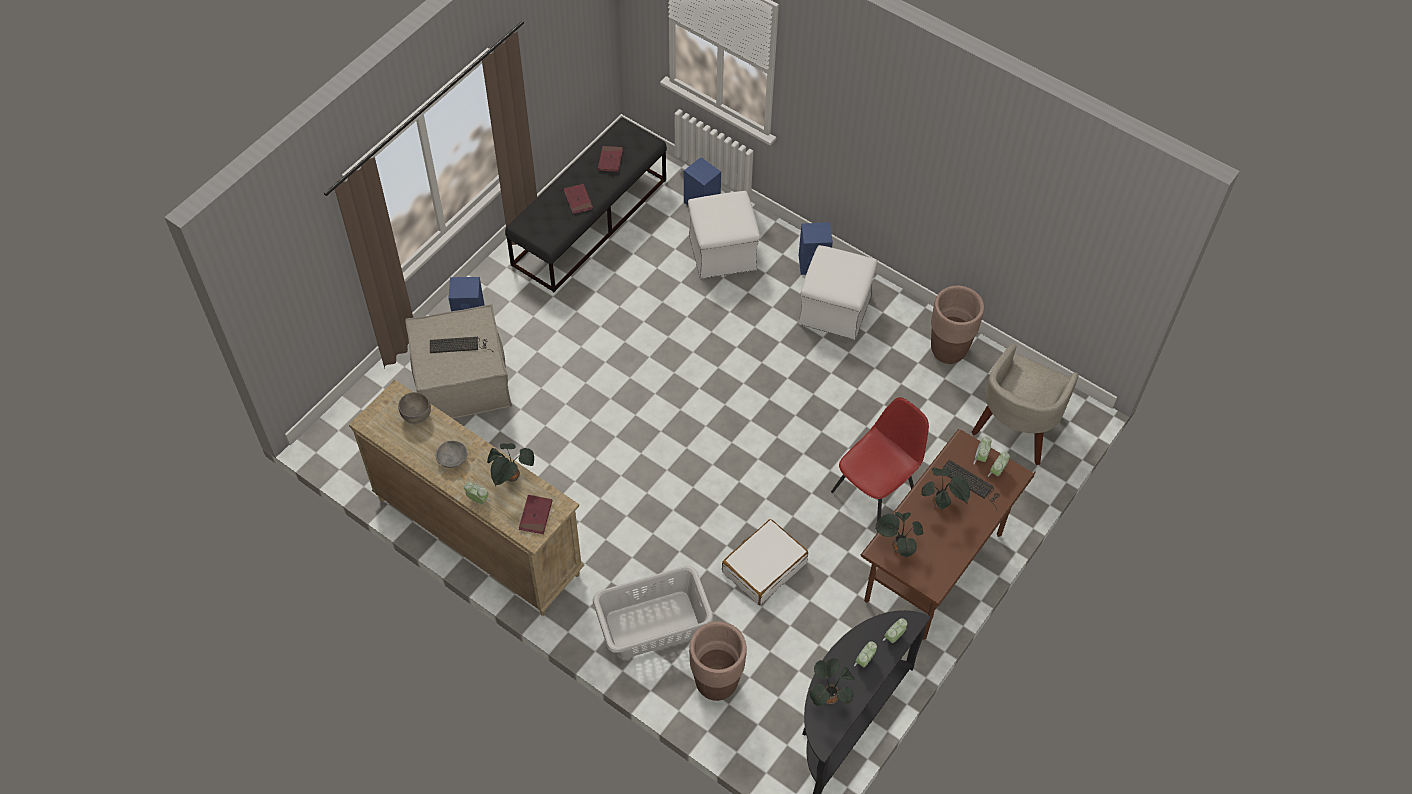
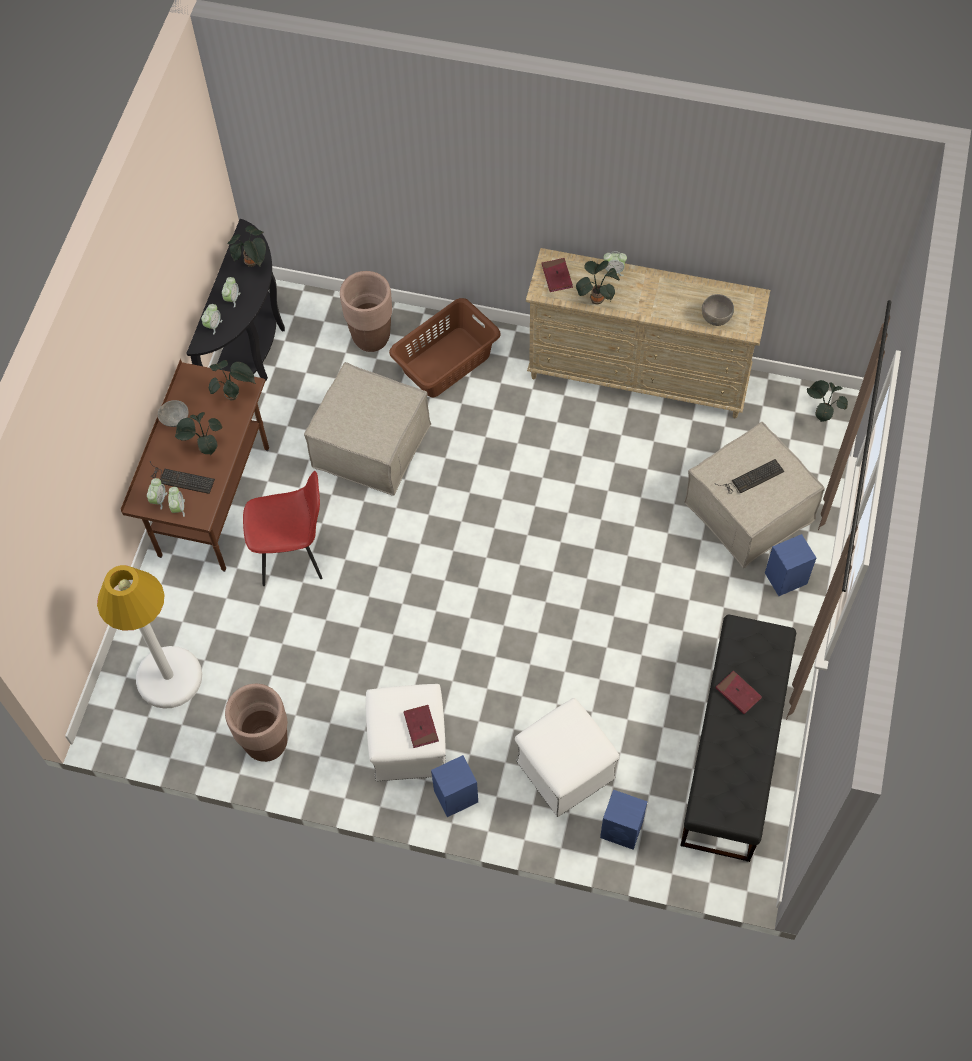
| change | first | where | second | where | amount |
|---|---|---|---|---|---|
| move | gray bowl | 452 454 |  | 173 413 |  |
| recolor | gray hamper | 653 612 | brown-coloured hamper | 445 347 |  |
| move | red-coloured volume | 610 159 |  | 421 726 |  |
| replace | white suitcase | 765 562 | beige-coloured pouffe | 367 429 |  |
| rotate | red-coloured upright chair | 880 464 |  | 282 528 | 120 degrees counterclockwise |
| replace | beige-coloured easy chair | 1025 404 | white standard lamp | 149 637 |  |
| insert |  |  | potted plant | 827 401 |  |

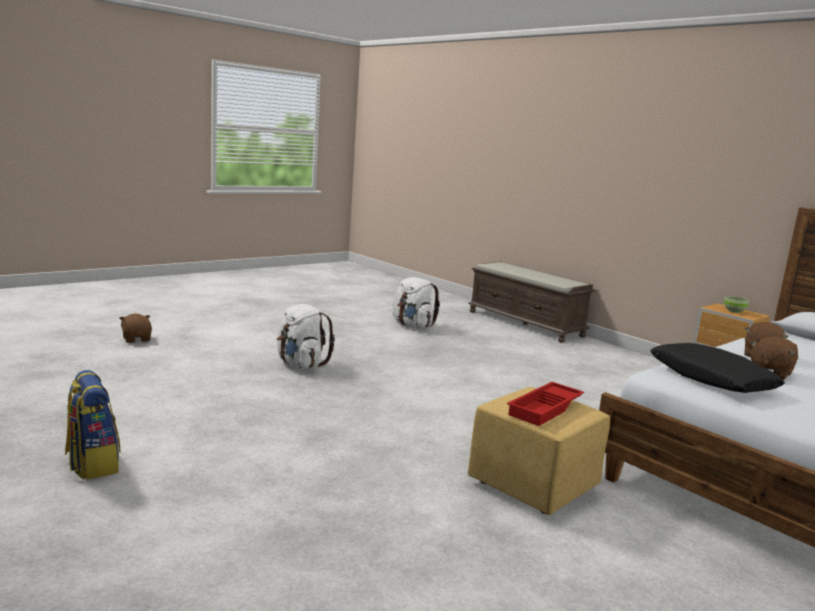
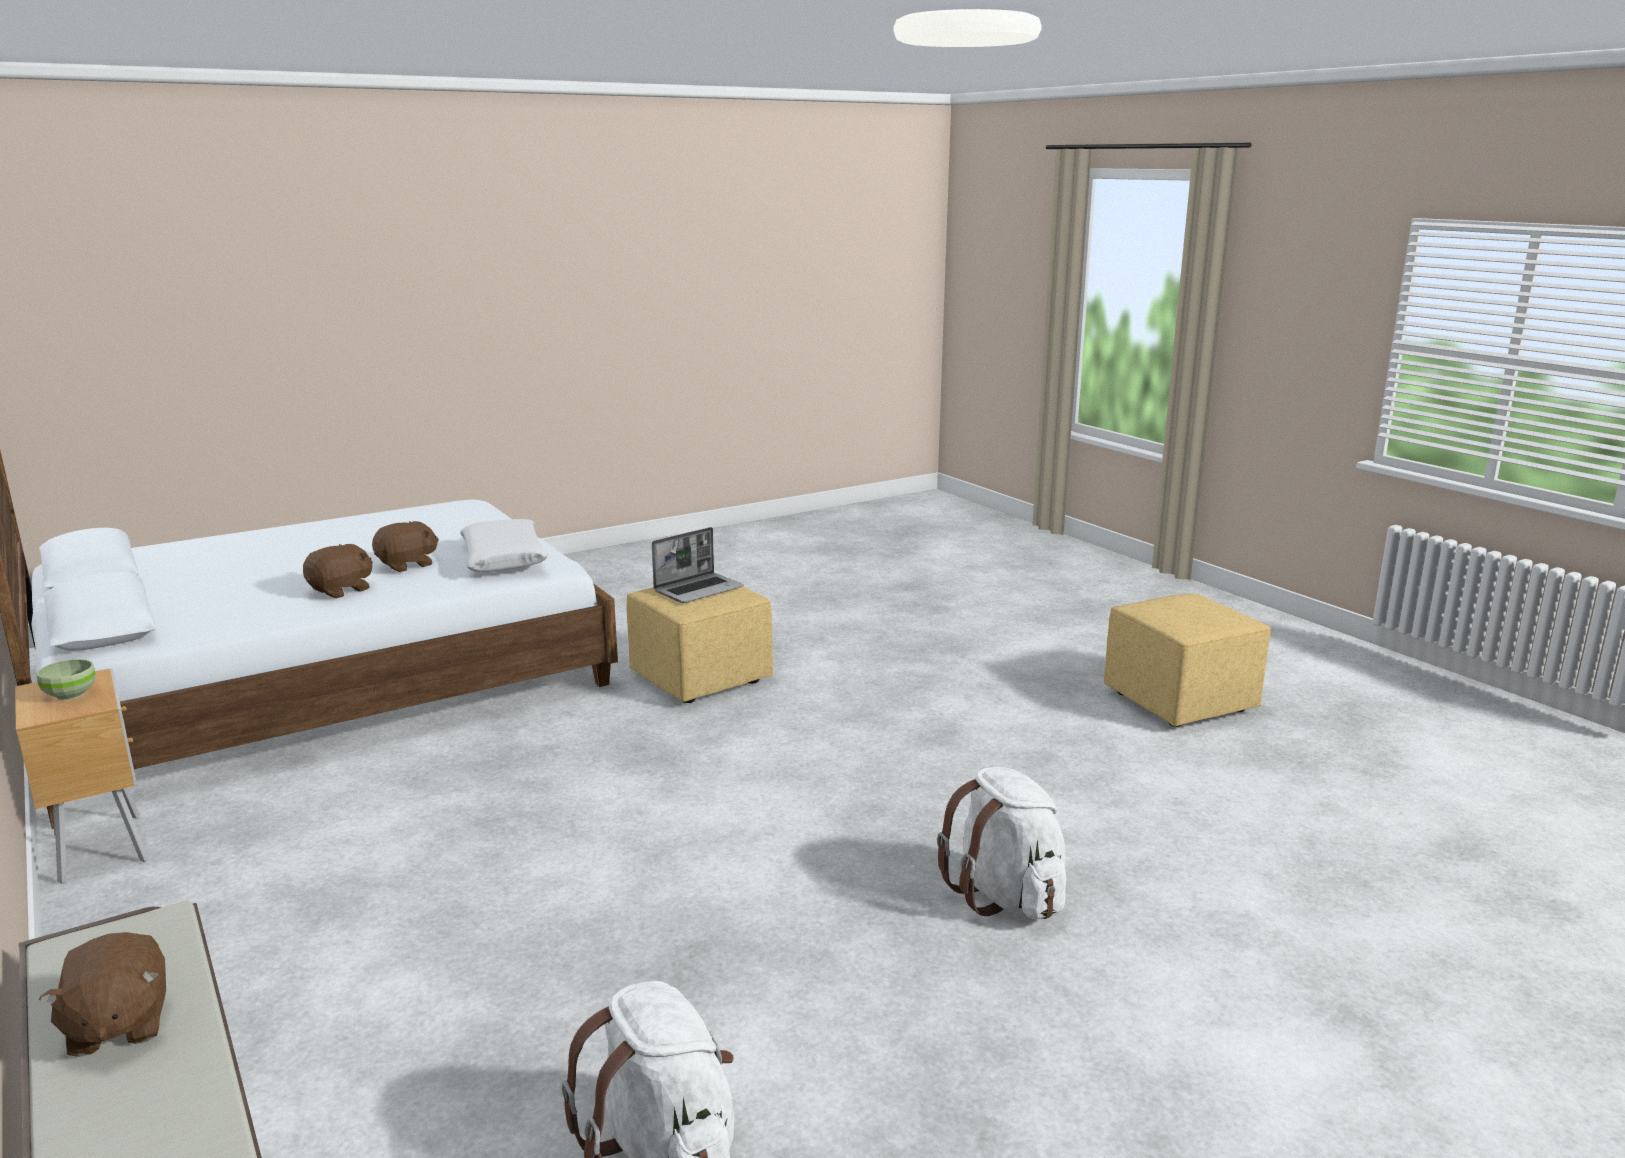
| change | first | where | second | where | amount |
|---|---|---|---|---|---|
| replace | knapsack | 93 425 | yellow-coloured pouffe | 1187 660 |  |
| move | brown-coloured soft toy | 135 328 |  | 102 994 |  |
| replace | red-coloured serving tray | 545 404 | portable computer | 698 565 |  |
| recolor | black-coloured cushion | 717 368 | white cushion | 504 545 |  |

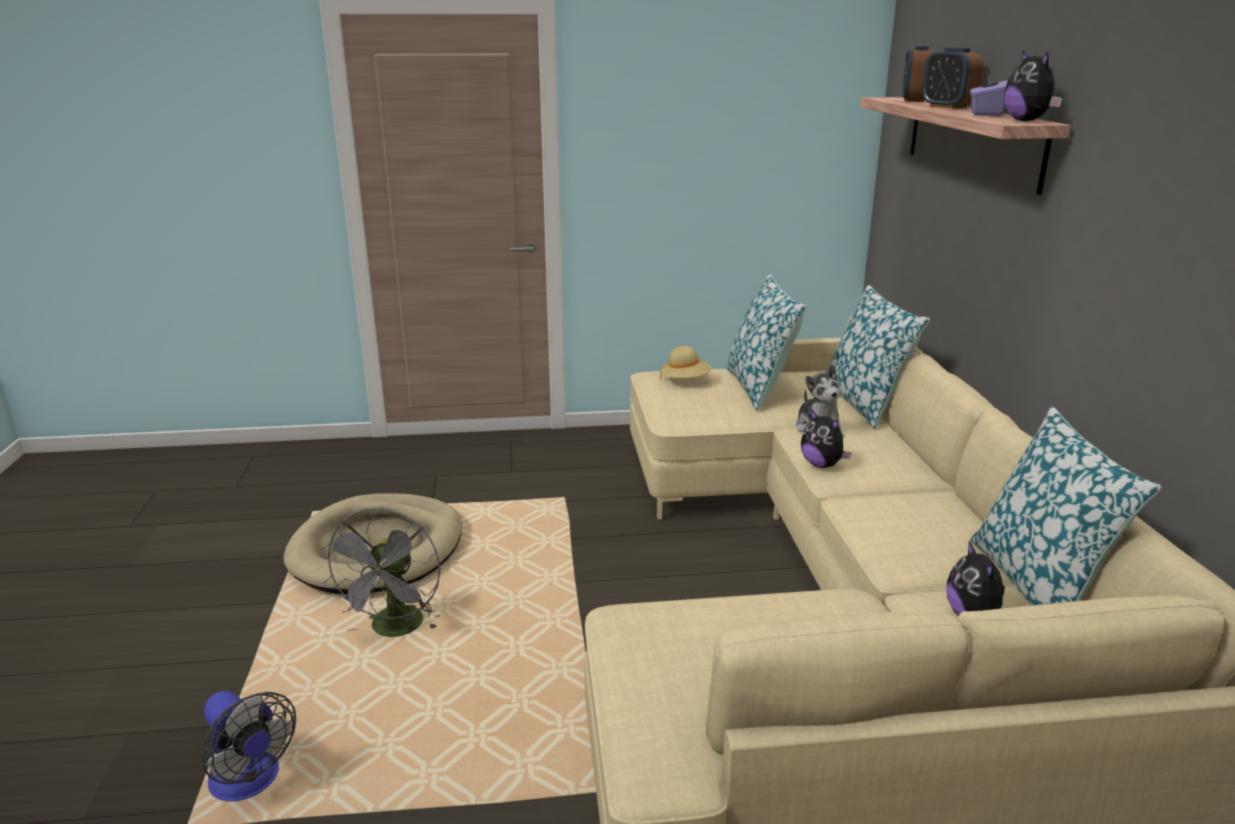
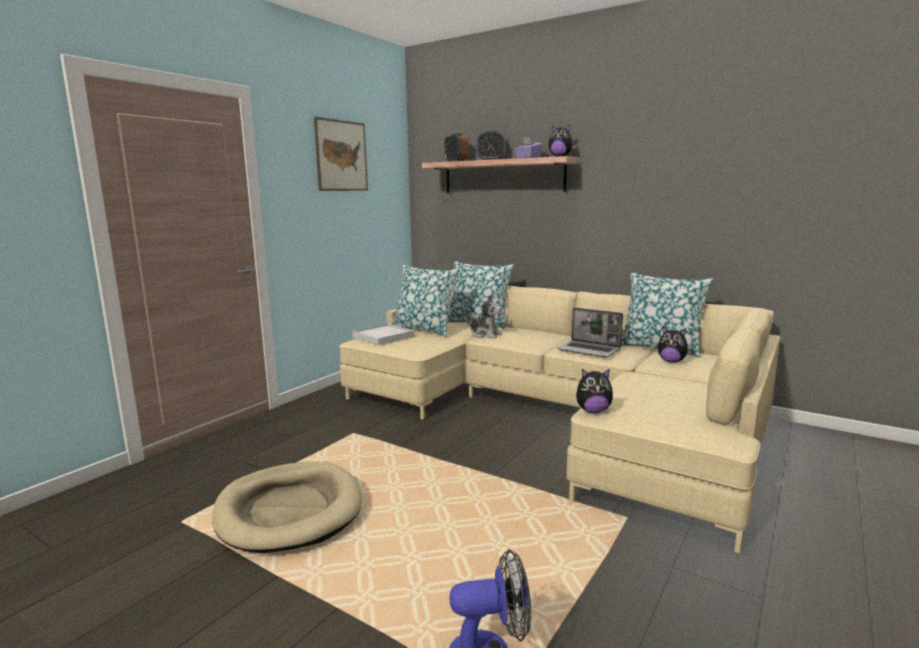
| change | first | where | second | where | amount |
|---|---|---|---|---|---|
| delete | gray fan | 380 572 |  |  |  |
| replace | beige-coloured clothing hat | 685 362 | white serving tray | 383 334 |  |
| move | soft toy | 826 438 |  | 594 391 |  |
| insert |  |  | picture | 341 154 |  |
| insert |  |  | portable computer | 590 332 |  |

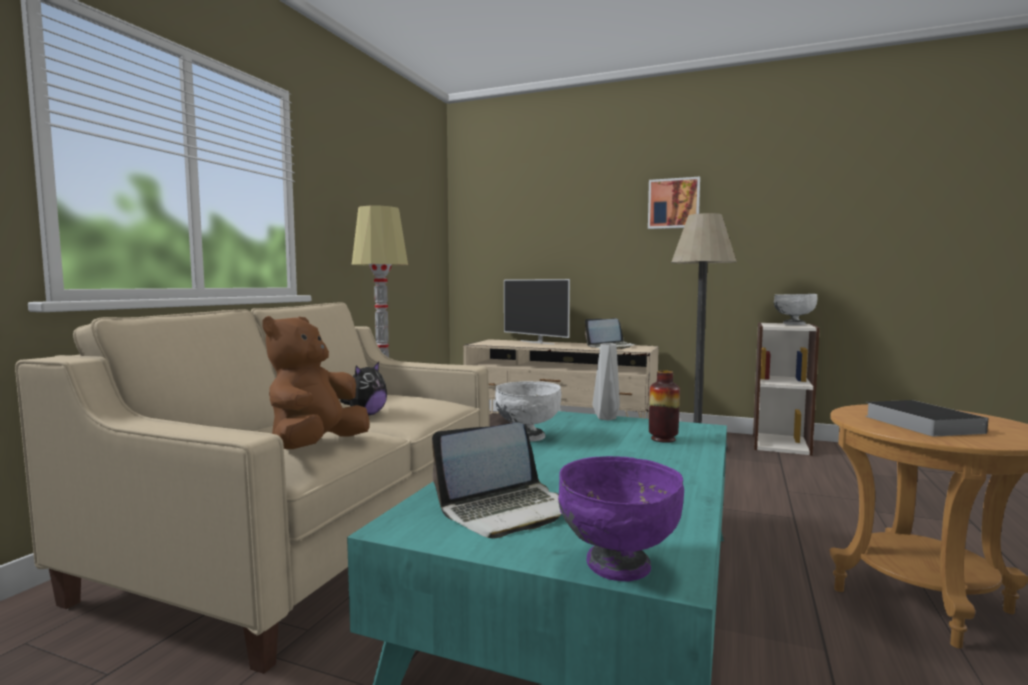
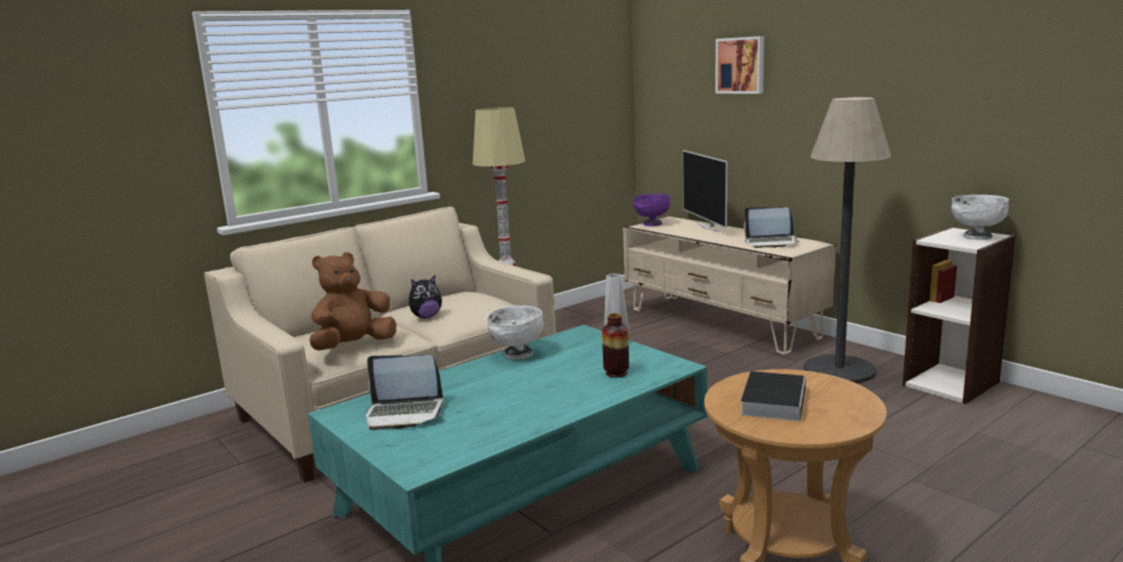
| change | first | where | second | where | amount |
|---|---|---|---|---|---|
| move | purple-coloured bowl | 621 518 |  | 651 210 |  |
| move | picture | 674 203 |  | 740 65 |  |

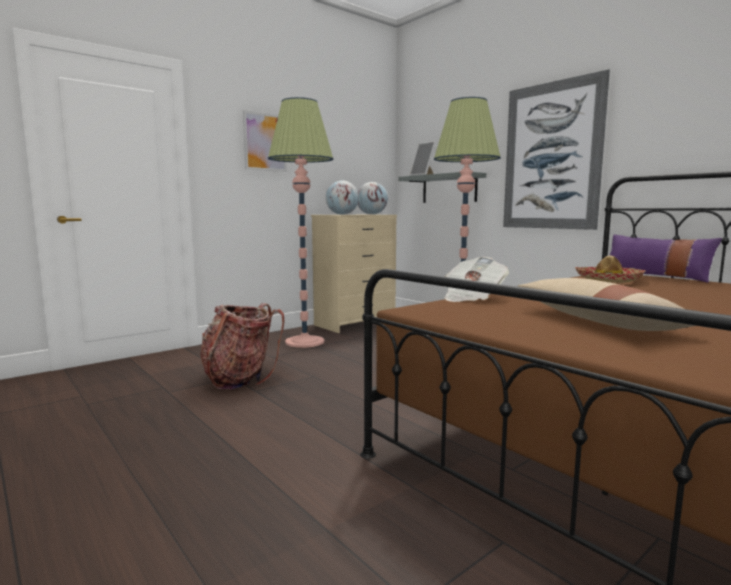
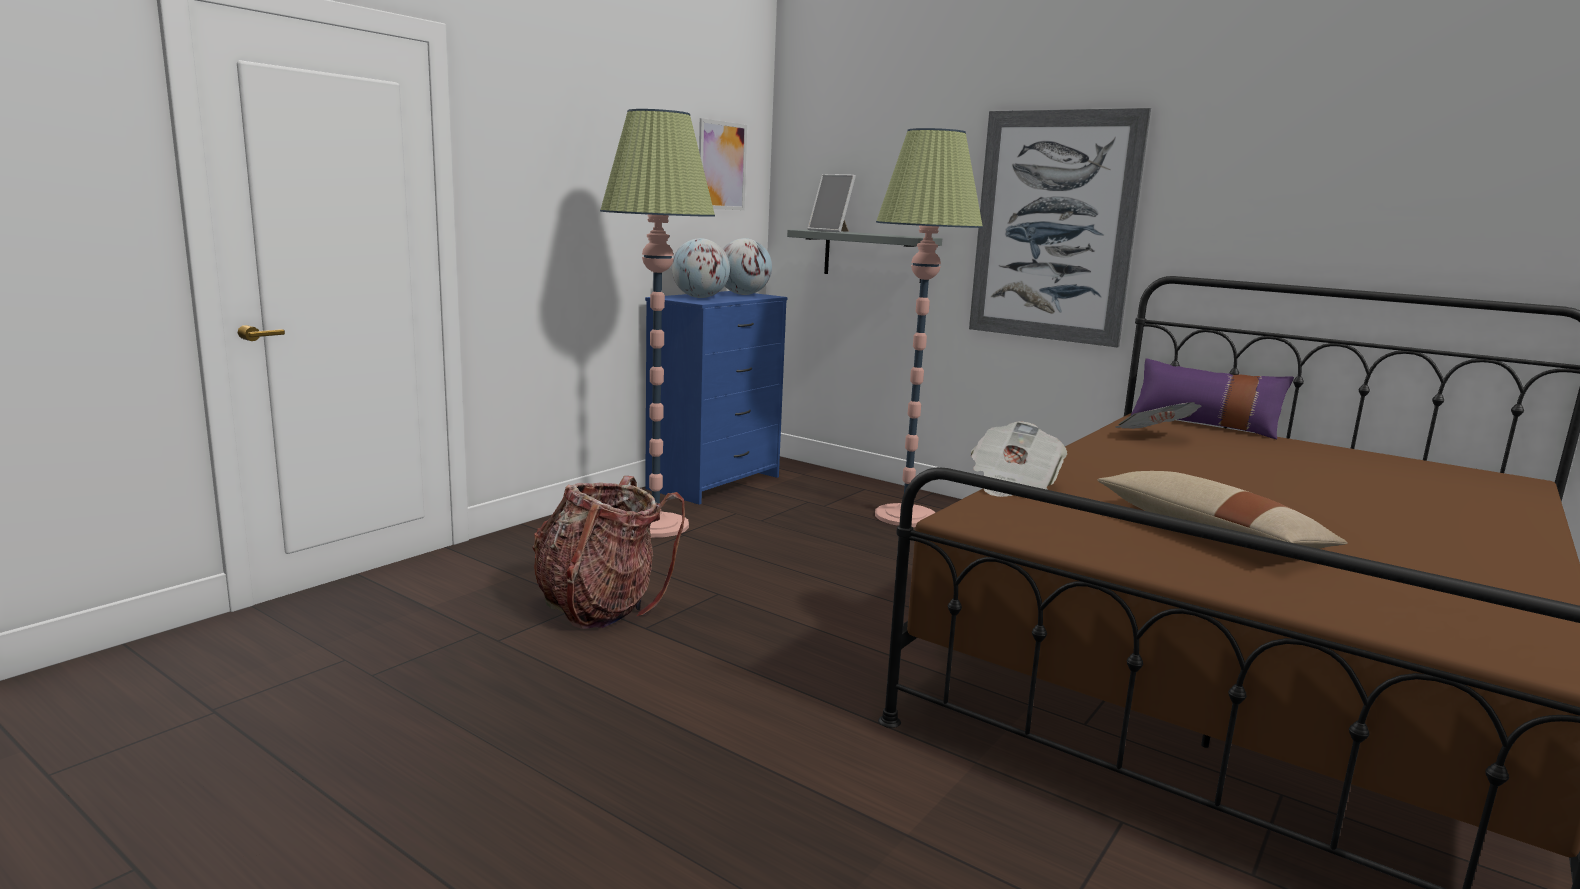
| change | first | where | second | where | amount |
|---|---|---|---|---|---|
| move | picture | 265 141 |  | 723 164 |  |
| recolor | beige-coloured dresser | 354 274 | bluish dresser | 716 398 |  |
| replace | clothing hat | 610 269 | newspaper | 1159 415 |  |

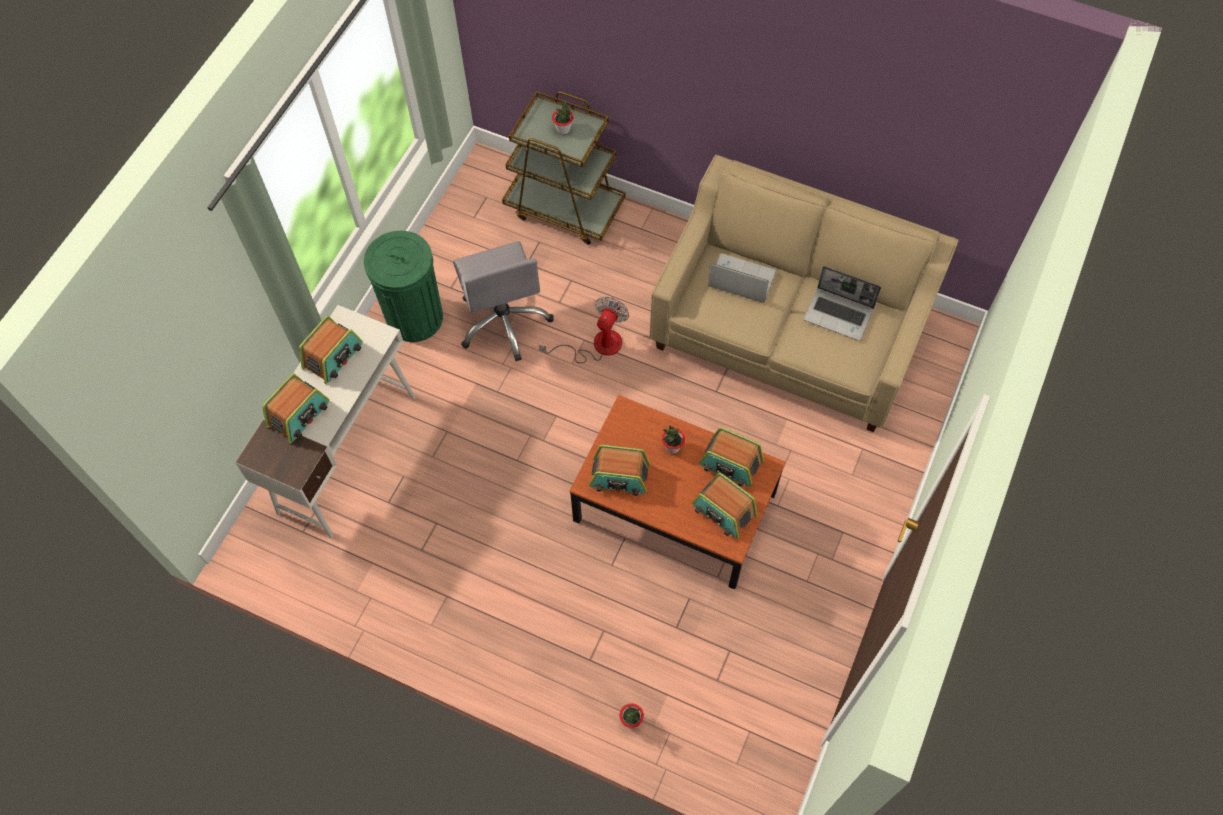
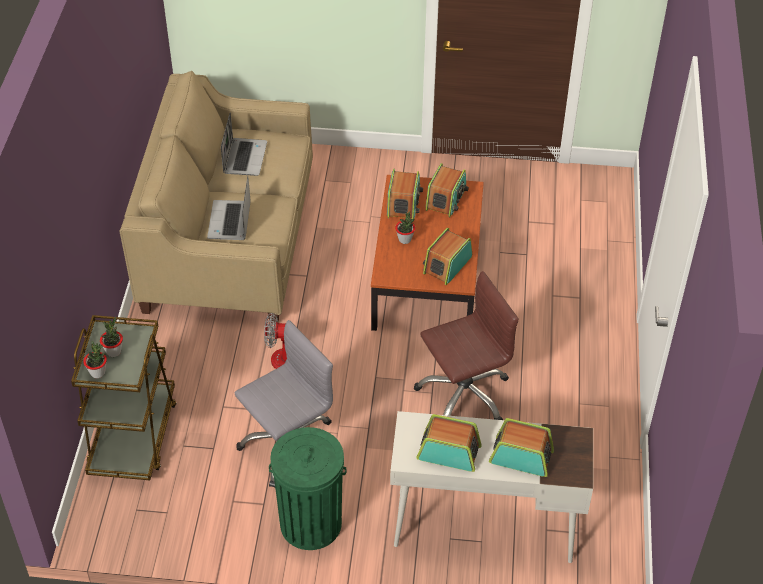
| change | first | where | second | where | amount |
|---|---|---|---|---|---|
| rotate | radio receiver | 619 470 |  | 447 256 | 135 degrees counterclockwise |
| move | potted plant | 632 715 |  | 95 359 |  |
| insert |  |  | brown-coloured desk chair | 466 345 |  |

